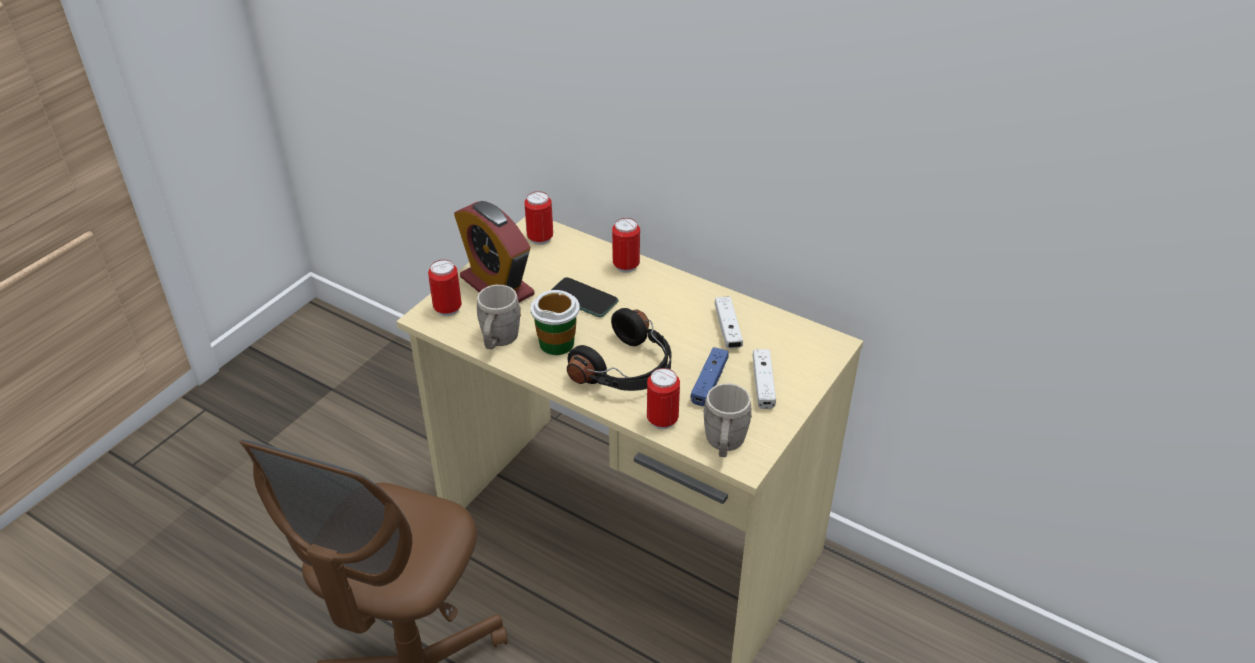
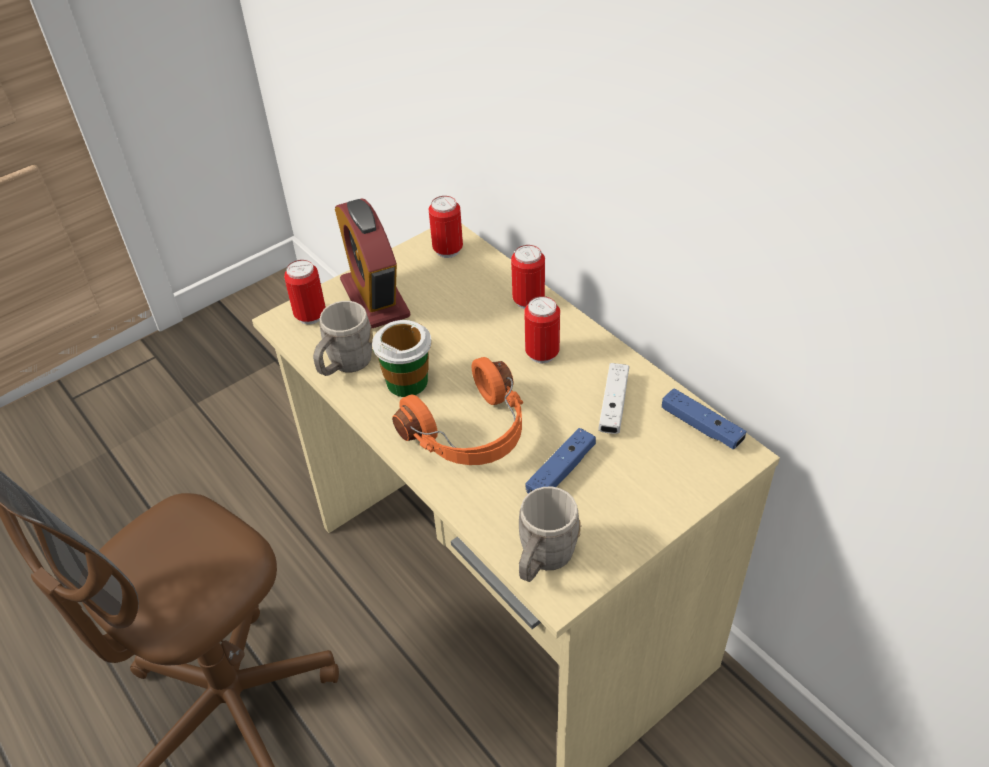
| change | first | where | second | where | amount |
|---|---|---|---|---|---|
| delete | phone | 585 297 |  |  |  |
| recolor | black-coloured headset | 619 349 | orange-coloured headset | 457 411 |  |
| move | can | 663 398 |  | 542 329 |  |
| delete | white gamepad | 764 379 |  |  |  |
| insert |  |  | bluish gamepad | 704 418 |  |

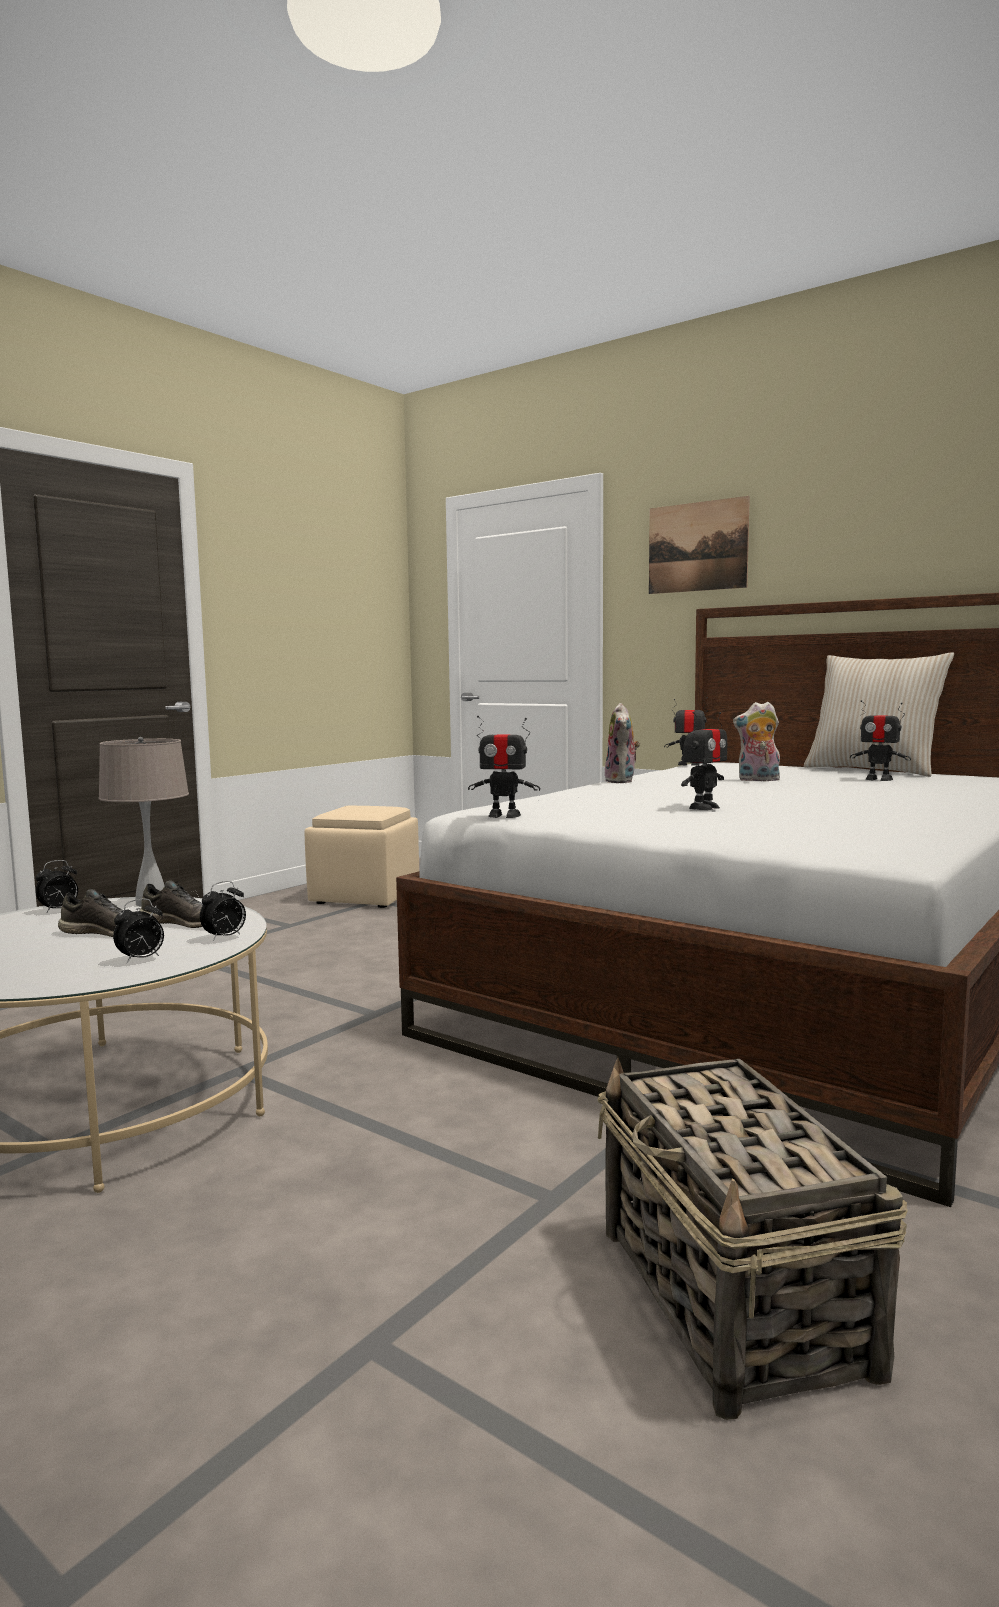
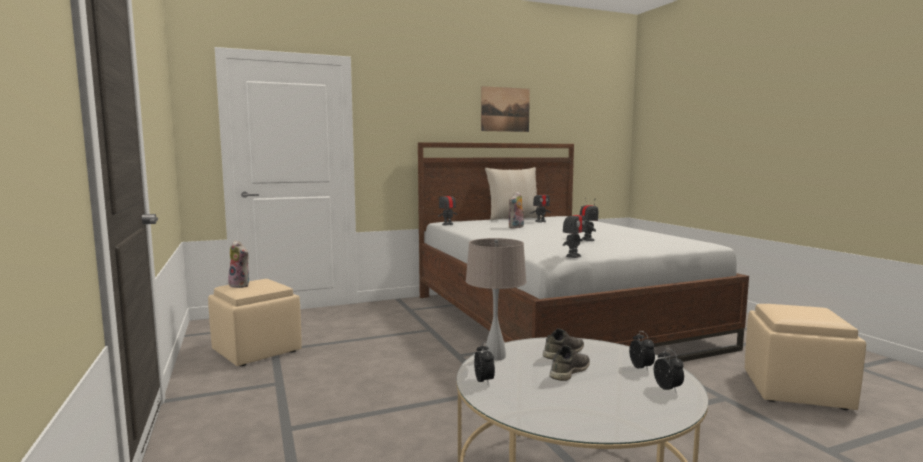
| change | first | where | second | where | amount |
|---|---|---|---|---|---|
| move | alarm clock | 223 911 |  | 669 370 |  |
| replace | basket | 752 1238 | beige-coloured pouffe | 805 357 |  |
| move | soft toy | 622 743 |  | 238 264 |  |
| move | picture | 699 545 |  | 505 109 |  |

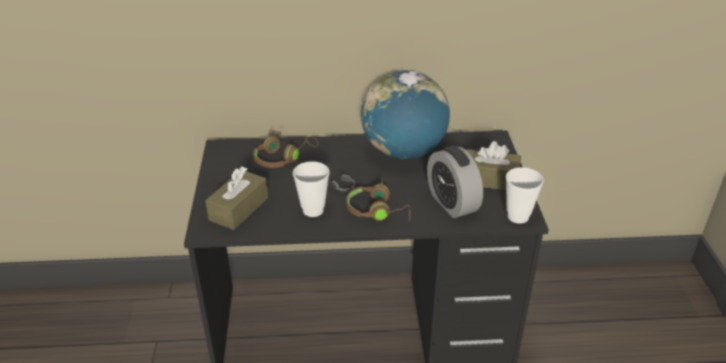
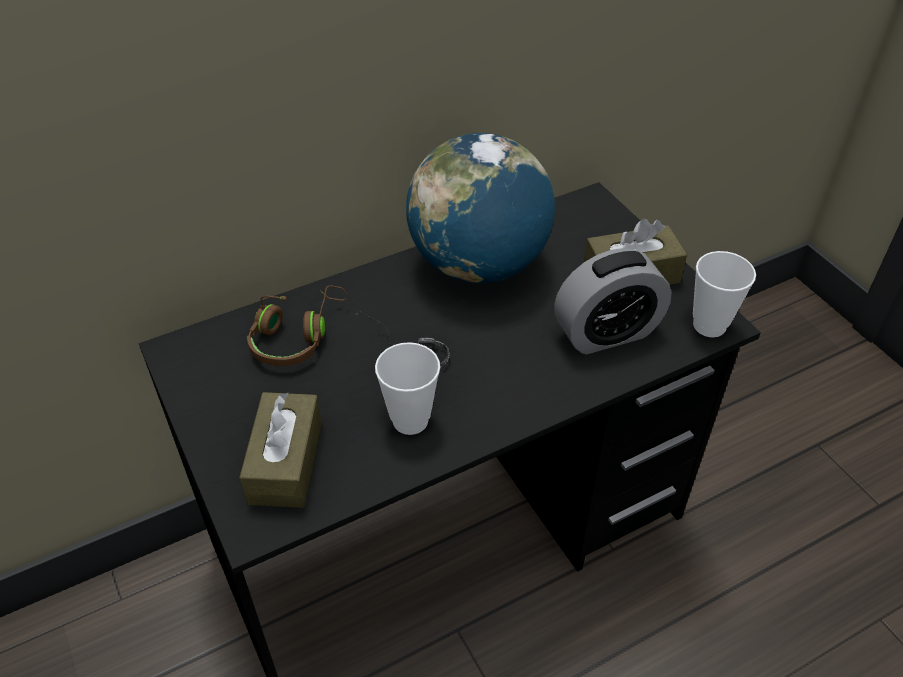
| change | first | where | second | where | amount |
|---|---|---|---|---|---|
| delete | brown-coloured headset | 378 199 |  |  |  |
| rotate | alarm clock | 455 182 |  | 612 301 | 60 degrees counterclockwise |

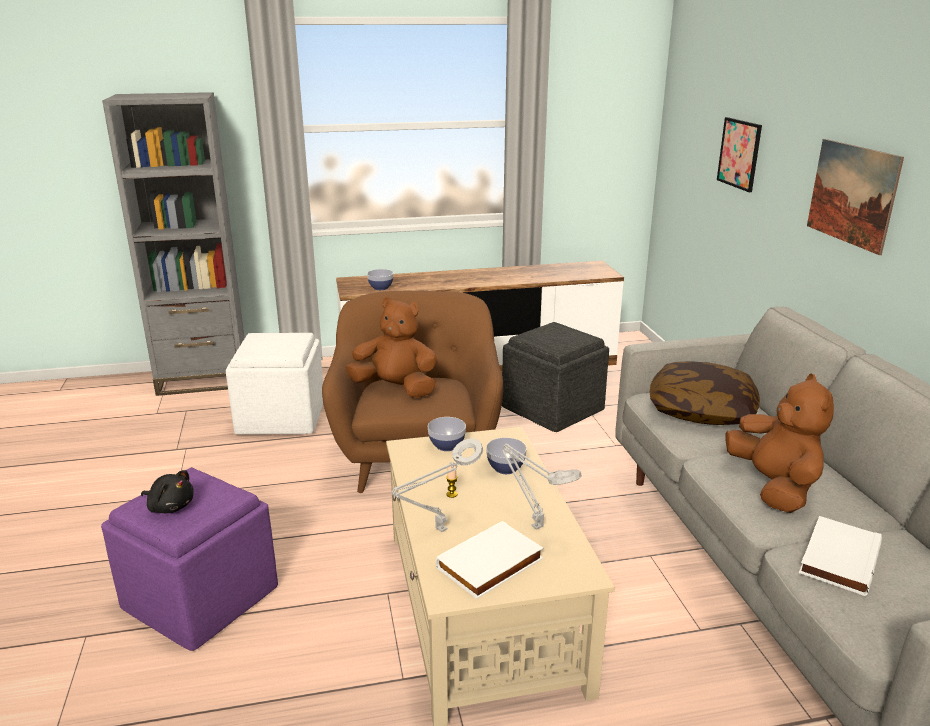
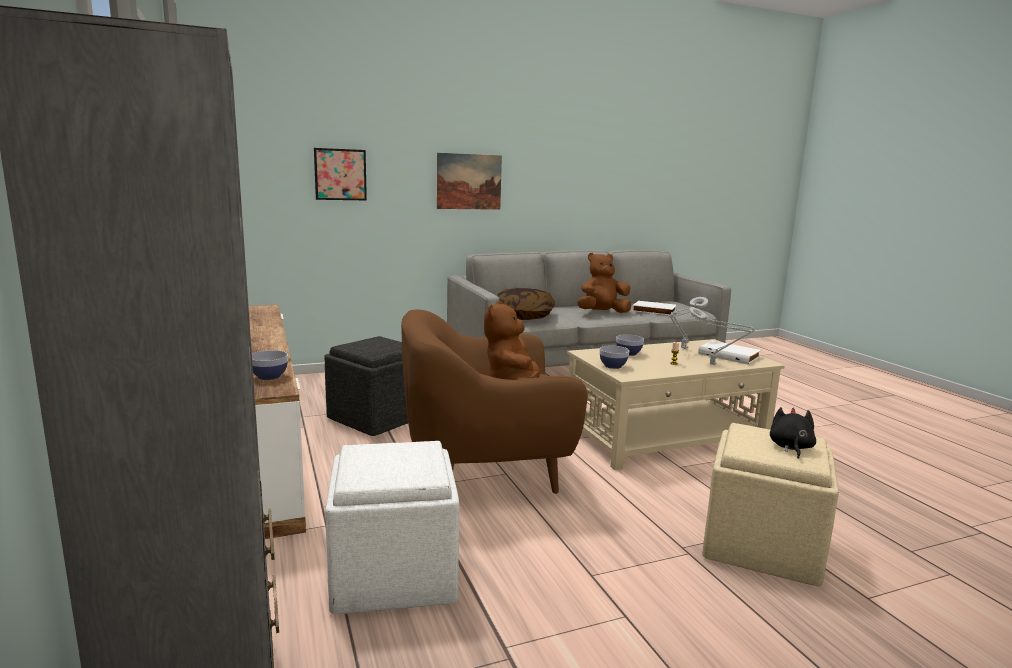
| change | first | where | second | where | amount |
|---|---|---|---|---|---|
| recolor | purple-coloured pouffe | 189 559 | beige-coloured pouffe | 770 504 |  |

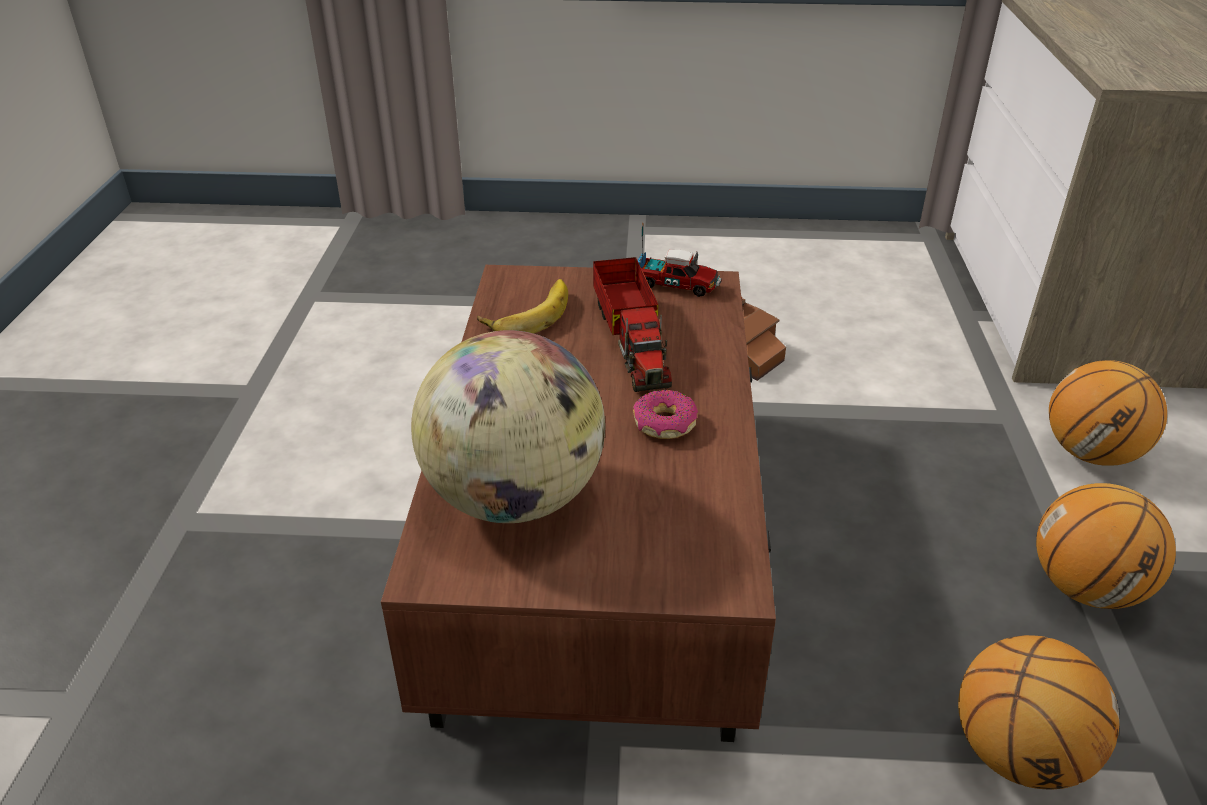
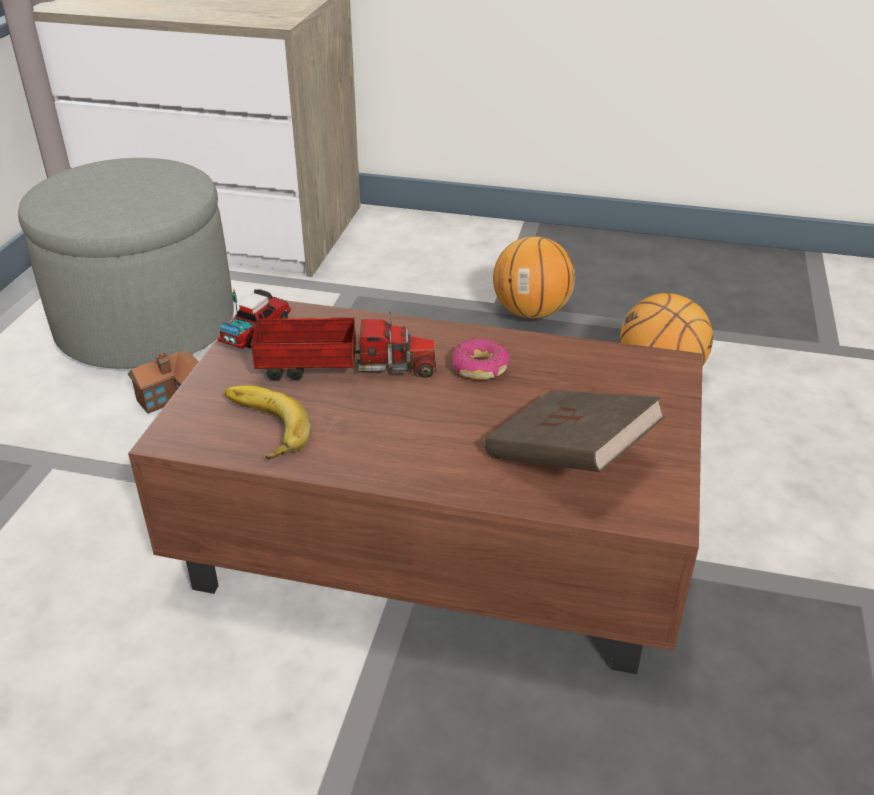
| change | first | where | second | where | amount |
|---|---|---|---|---|---|
| replace | globe | 508 426 | brown-coloured volume | 575 431 |  |
| delete | ball for basketball | 1108 413 |  |  |  |
| insert |  |  | gray pouffe | 126 263 |  |

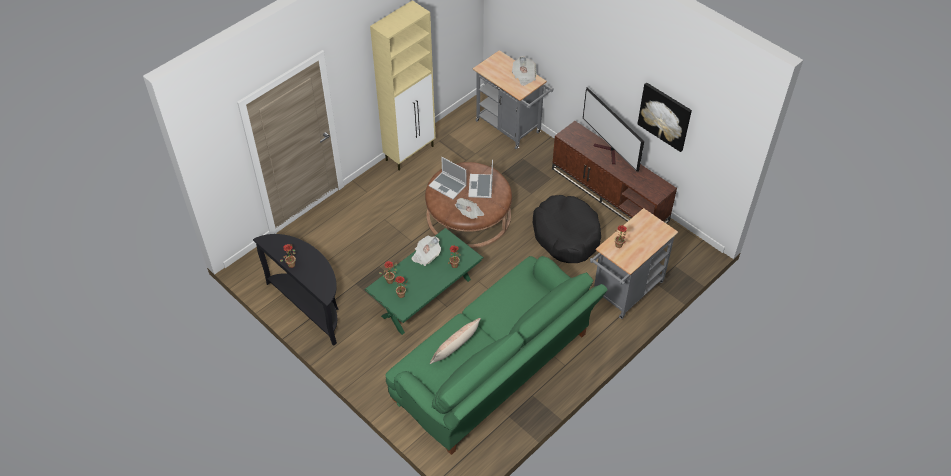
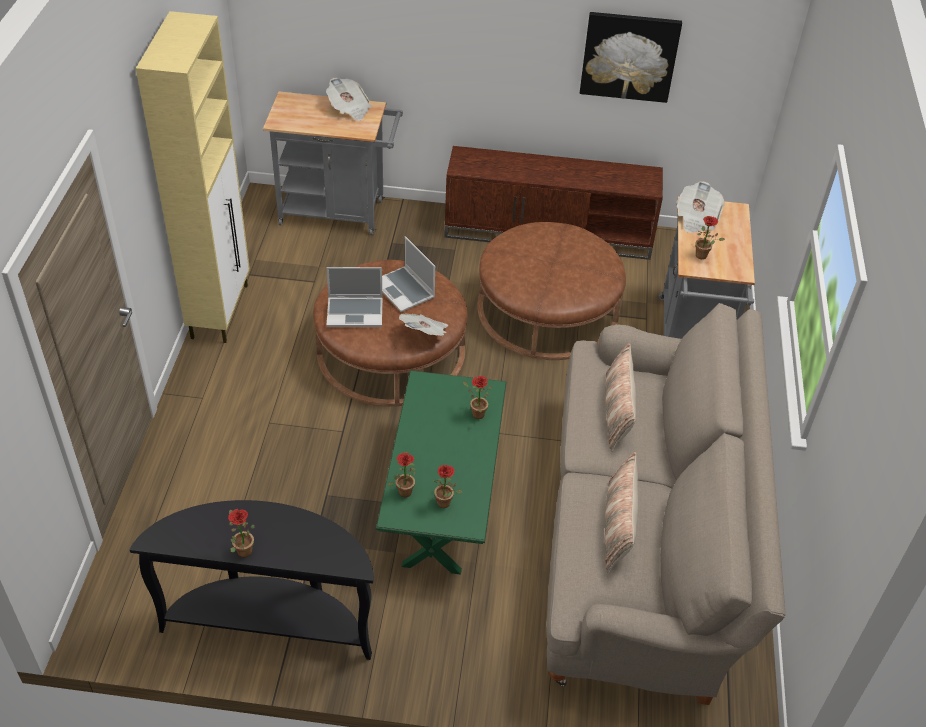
| change | first | where | second | where | amount |
|---|---|---|---|---|---|
| recolor | green couch | 497 355 | beige-coloured couch | 666 504 |  |
| move | newspaper | 426 251 |  | 700 207 |  |
| replace | black-coloured pet bed | 567 229 | brown-coloured pouffe | 551 291 |  |
| delete | TV | 613 129 |  |  |  |
| insert |  |  | cushion | 620 397 |  |

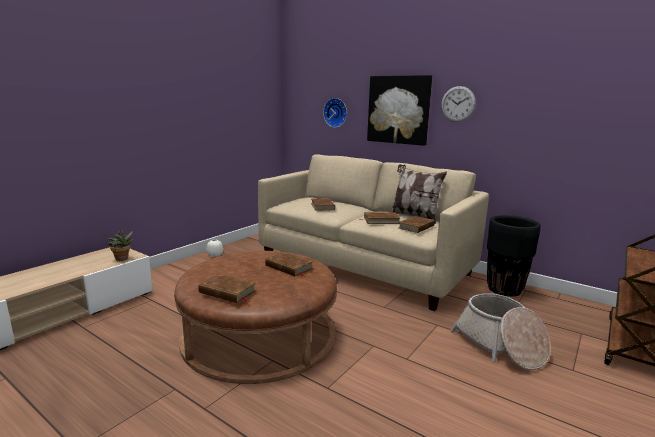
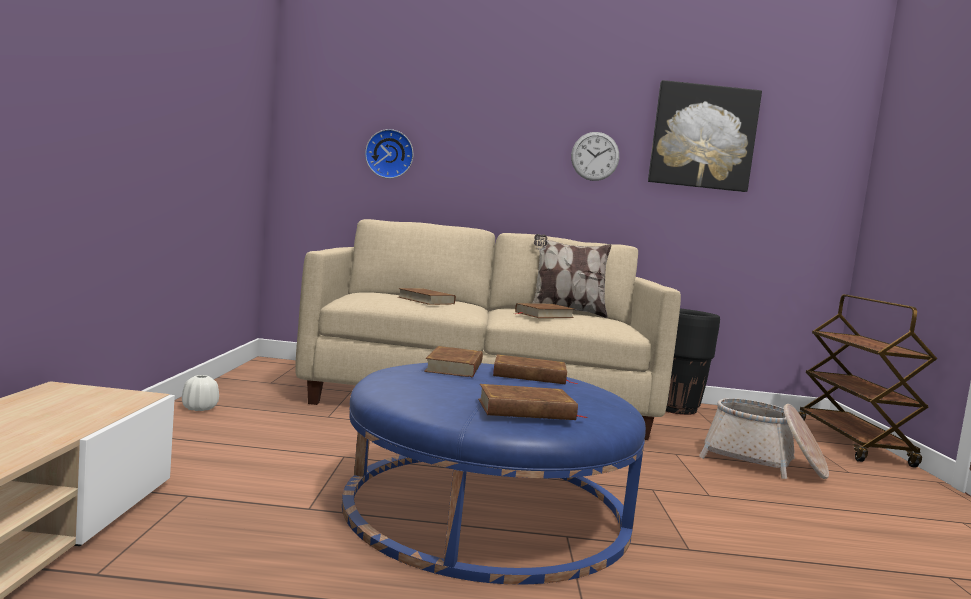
| change | first | where | second | where | amount |
|---|---|---|---|---|---|
| delete | potted plant | 120 245 |  |  |  |
| recolor | brown-coloured pouffe | 255 317 | bluish pouffe | 494 474 |  |
| move | picture | 399 110 |  | 705 136 |  |
| move | brown-coloured volume | 416 224 |  | 453 361 |  |

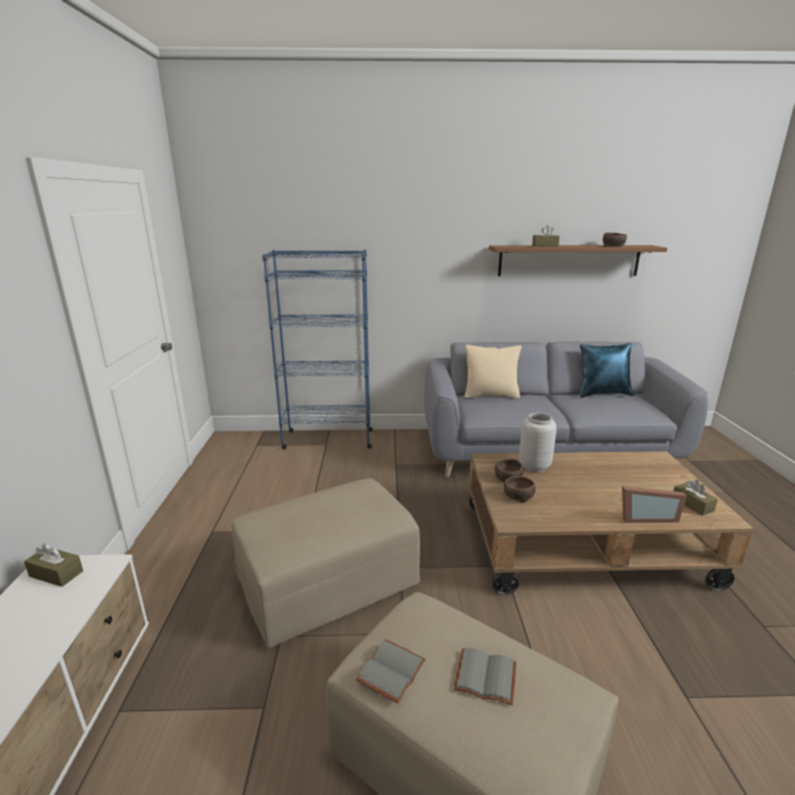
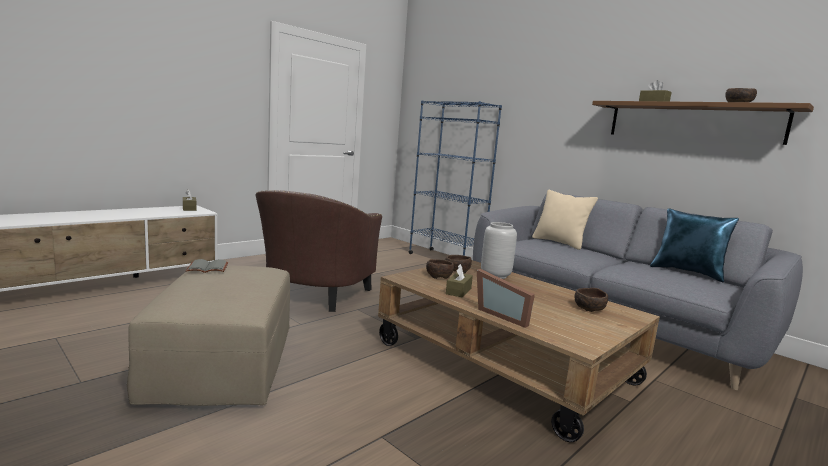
| change | first | where | second | where | amount |
|---|---|---|---|---|---|
| replace | beige-coloured pouffe | 326 563 | brown-coloured easy chair | 319 251 |  |
| delete | gray volume | 485 677 |  |  |  |
| move | brown-coloured box of tissues | 696 498 |  | 459 281 |  |
| insert |  |  | brown-coloured bowl | 591 300 |  |

